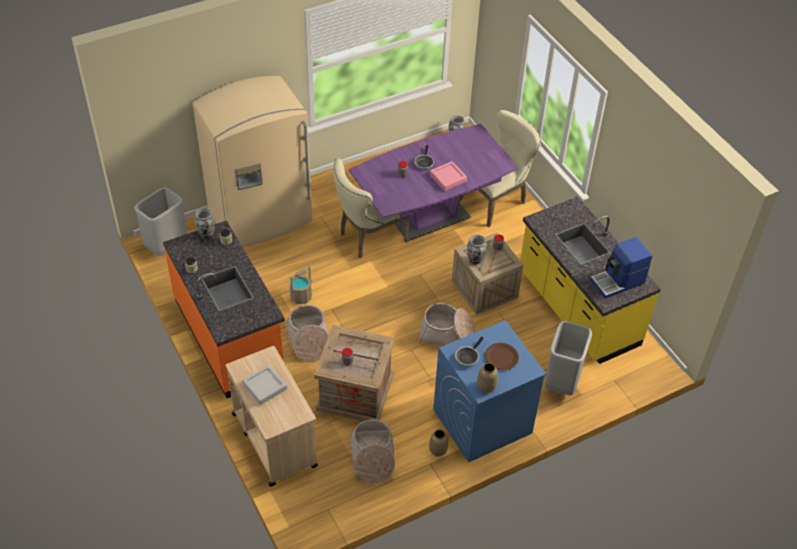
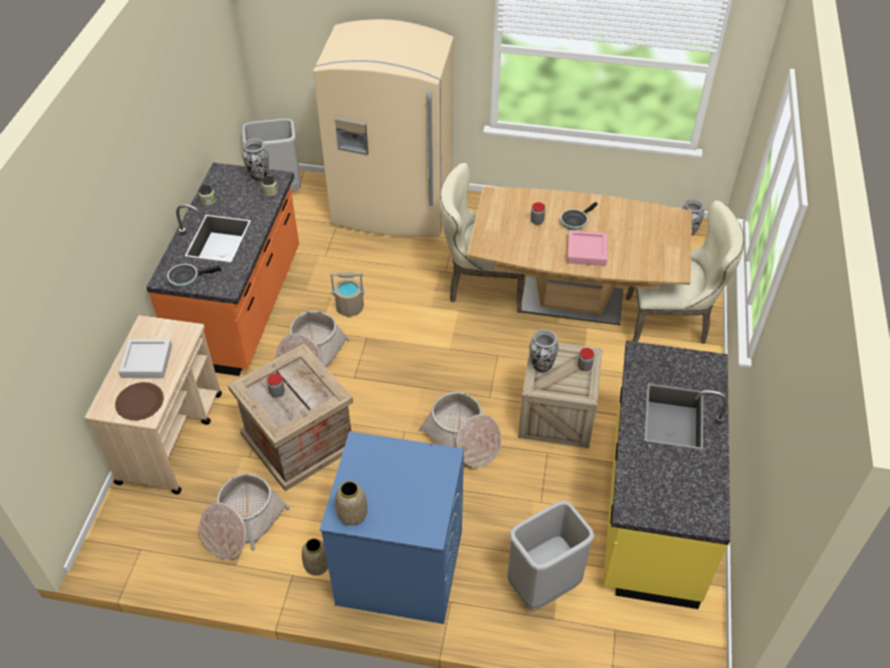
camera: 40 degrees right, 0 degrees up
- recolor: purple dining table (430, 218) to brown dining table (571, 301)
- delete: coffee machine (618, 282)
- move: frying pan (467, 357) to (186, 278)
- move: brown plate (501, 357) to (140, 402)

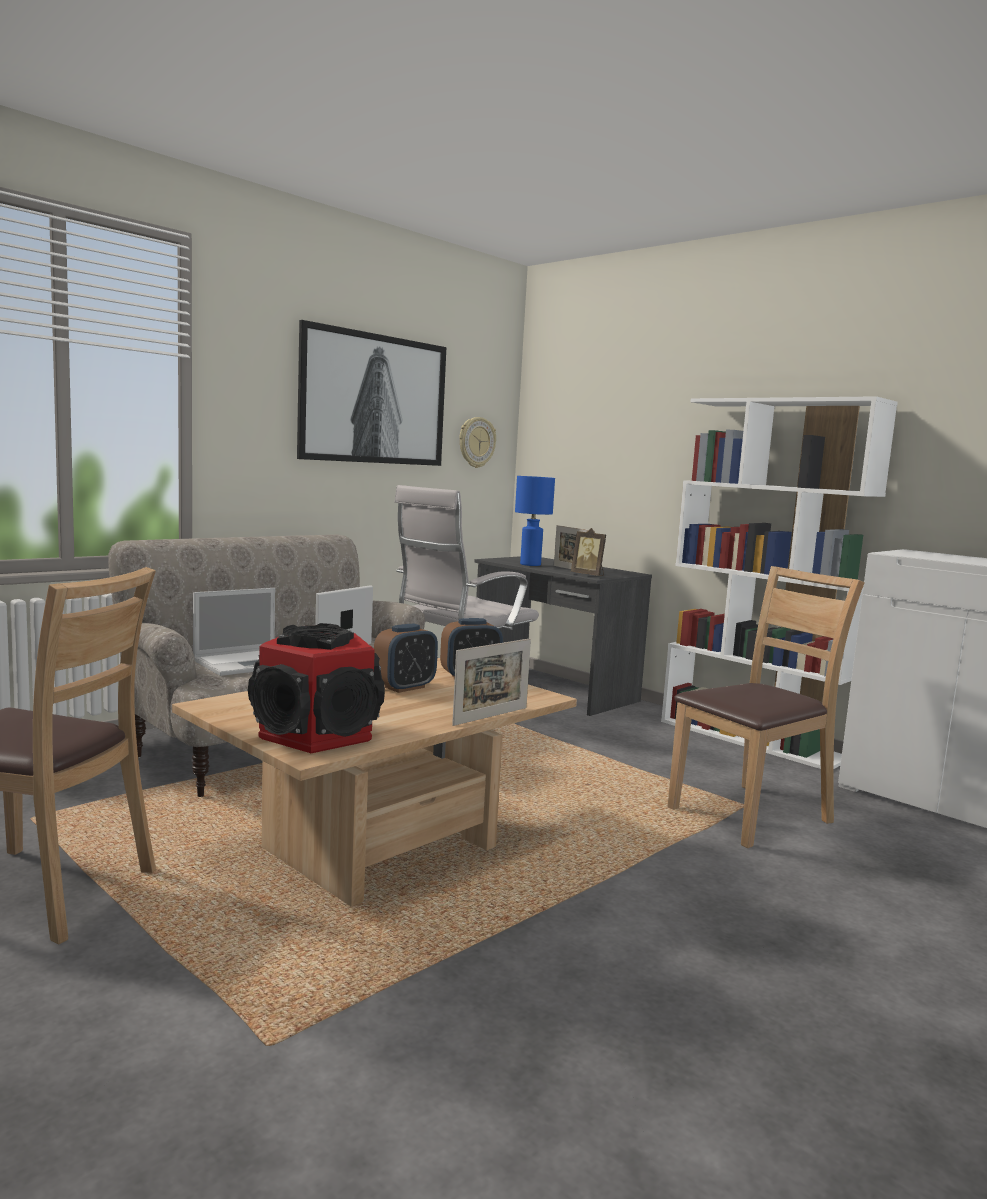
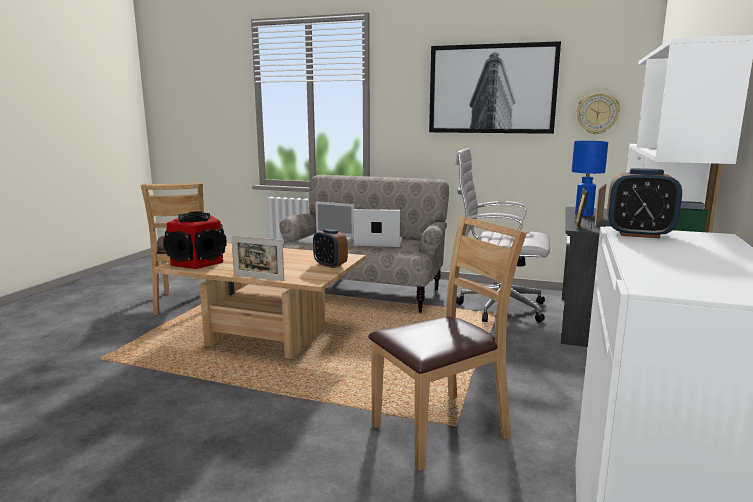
camera: 65 degrees right, 5 degrees up
- rotate: brown chair (750, 814) = (441, 430) 60 degrees counterclockwise
- move: alarm clock (404, 687) to (639, 234)

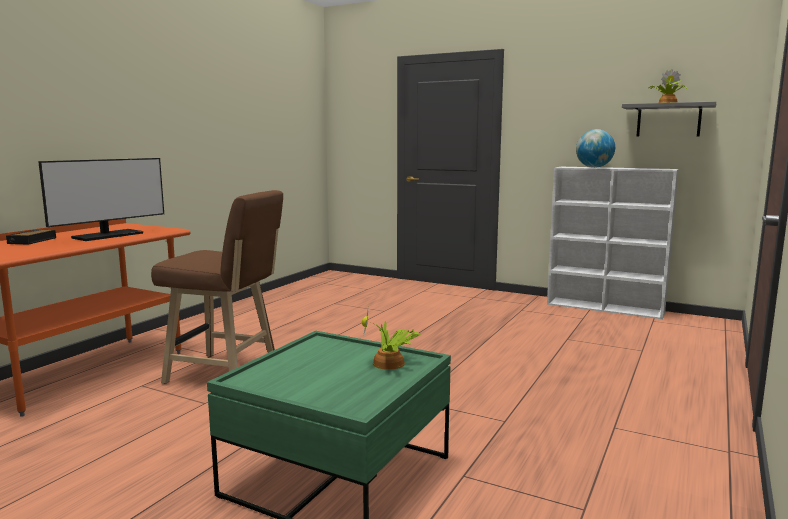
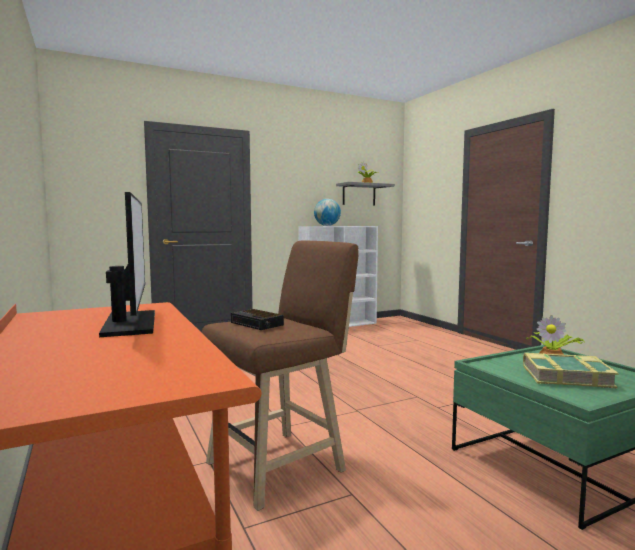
camera: 55 degrees left, 5 degrees down
- move: alarm clock (31, 241) to (257, 324)
- insert: book (566, 376)

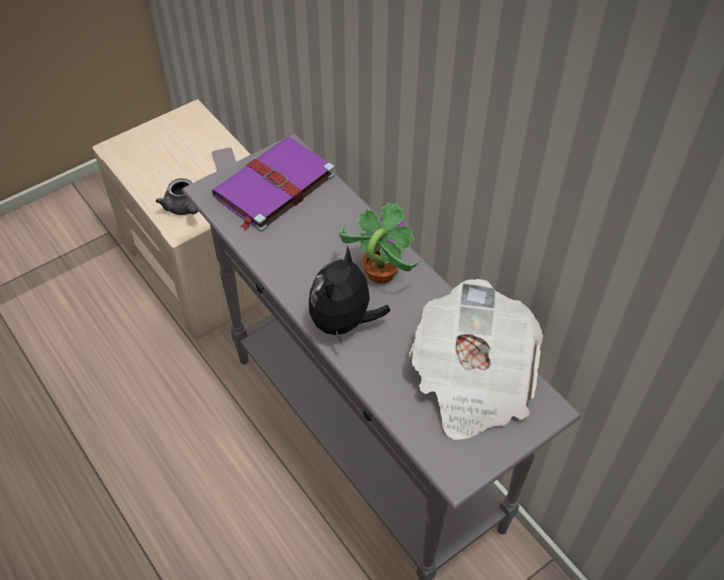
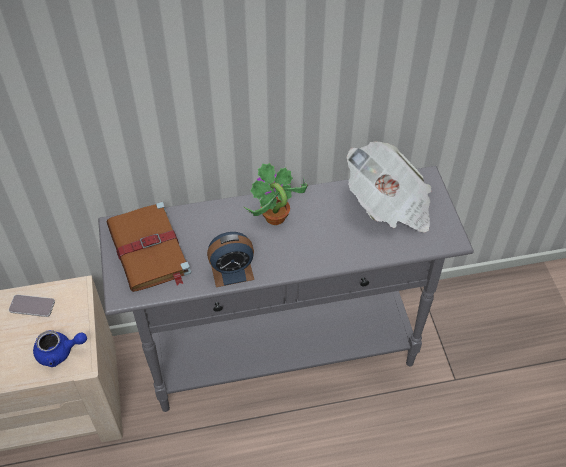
camera: 65 degrees left, 0 degrees up
- recolor: purple book (273, 187) to brown book (149, 250)
- recolor: grey teapot (185, 208) to blue teapot (59, 352)
- delete: plush toy (344, 323)
- insert: alarm clock (232, 271)

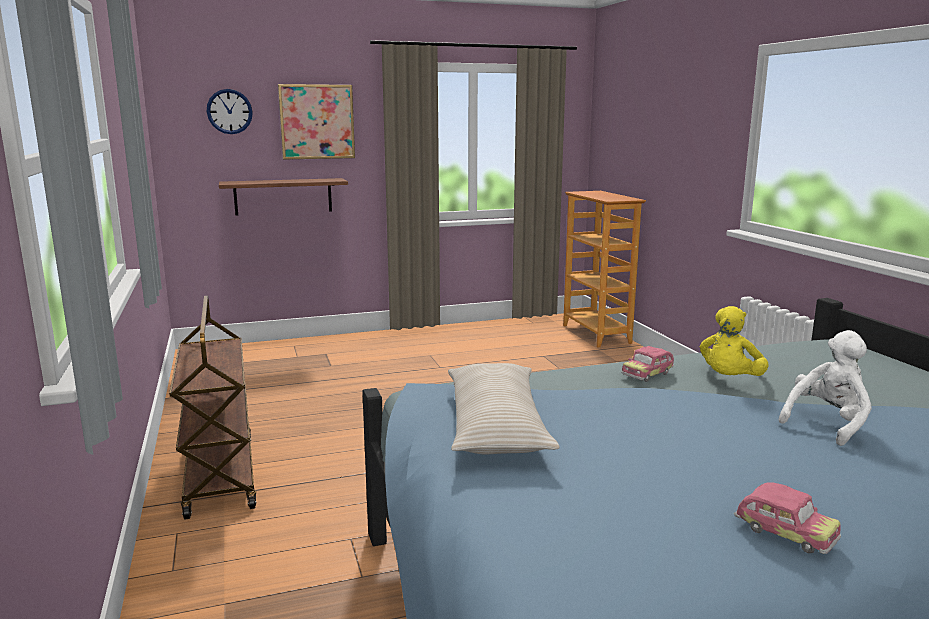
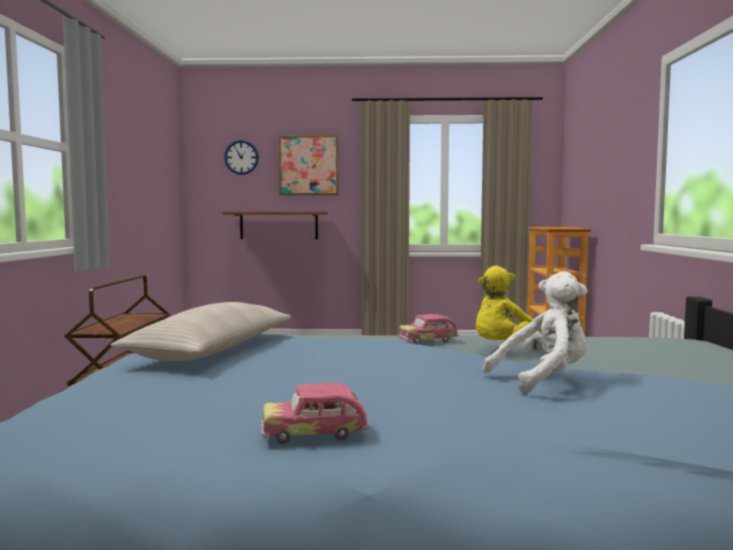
camera: 20 degrees right, 10 degrees down
- rotate: toy car (785, 533) = (314, 434) 105 degrees clockwise

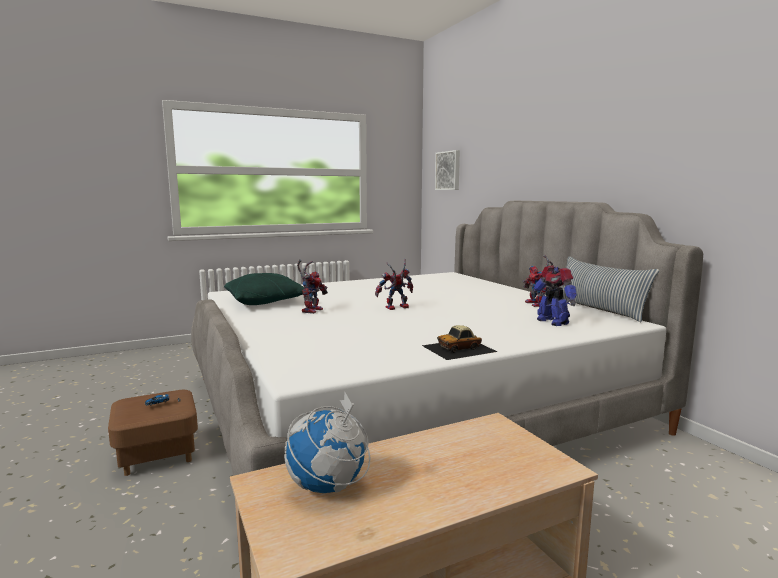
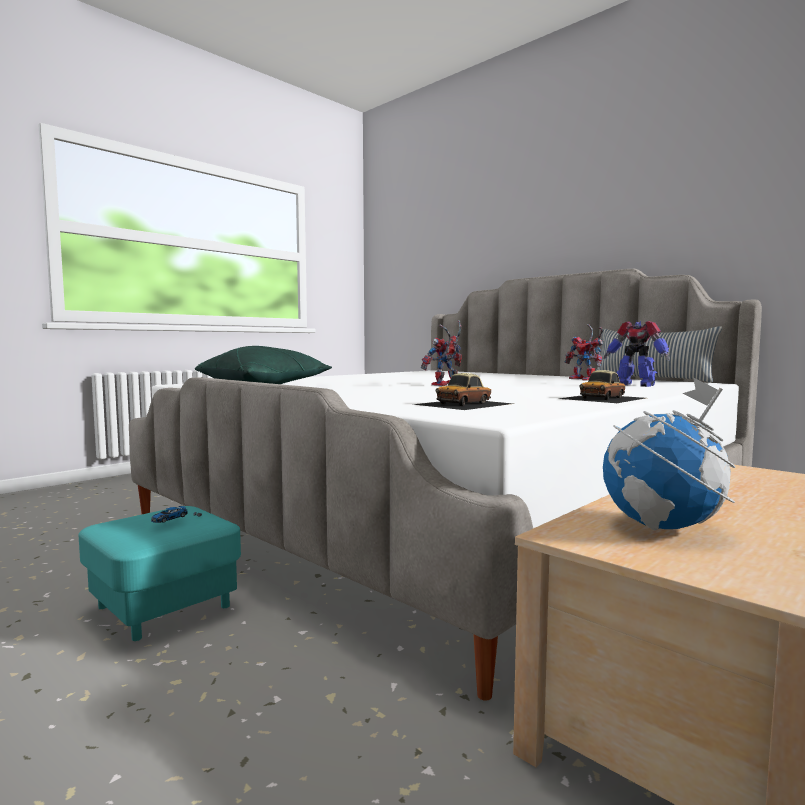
camera: 20 degrees left, 5 degrees down
- delete: picture (448, 170)
- delete: toy robot (311, 310)
- recolor: brown ottoman (157, 454) to turquoise ottoman (164, 607)
- insert: toy car (464, 404)

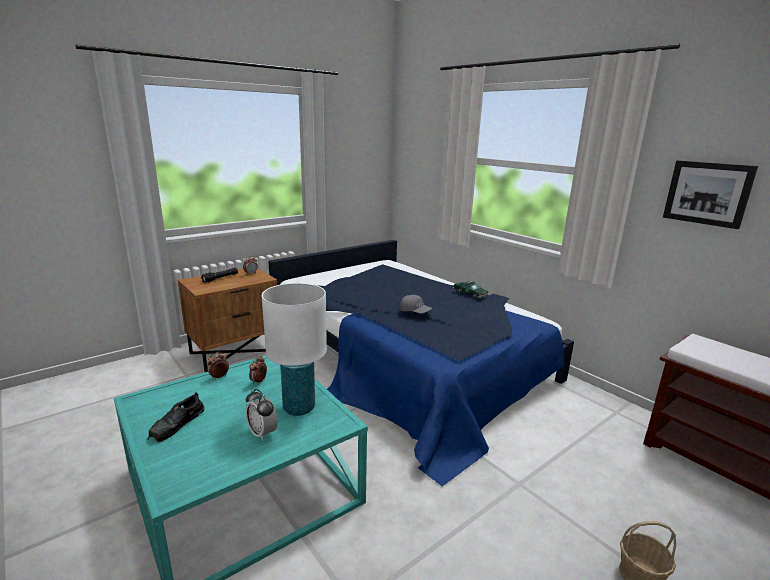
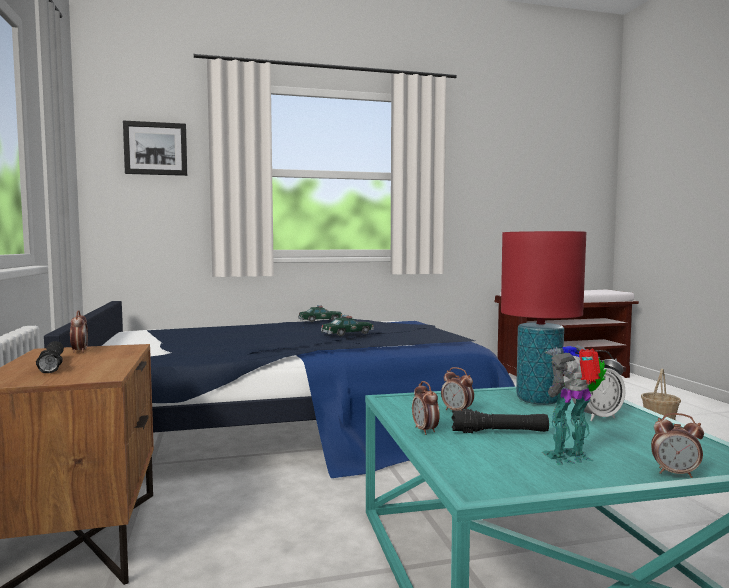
camera: 65 degrees left, 15 degrees down
- move: picture (707, 193) to (156, 149)
- recolor: white table lamp (299, 408) to red table lamp (538, 400)
- replace: grey cap (415, 311) to toy car (347, 334)
- replace: black shoe (177, 424) to toy robot (571, 458)
- insert: black flashlight (499, 432)
- insert: alarm clock (675, 473)

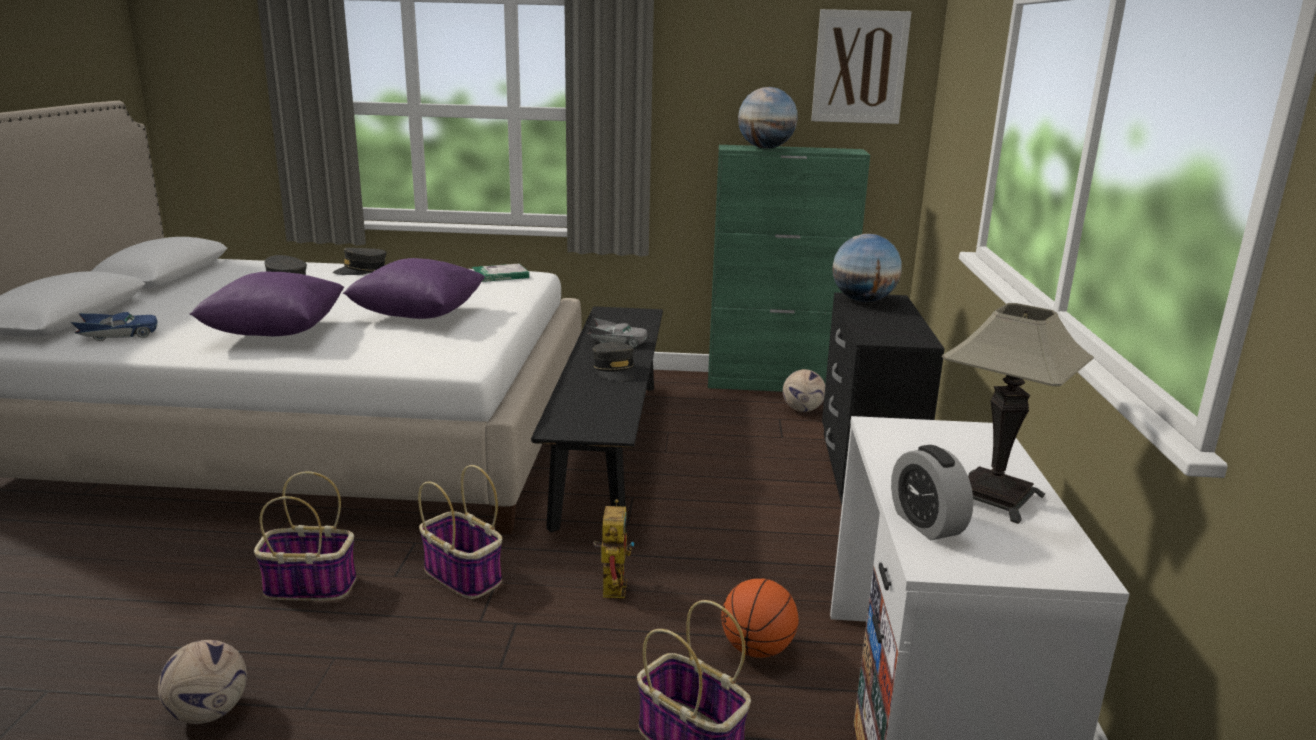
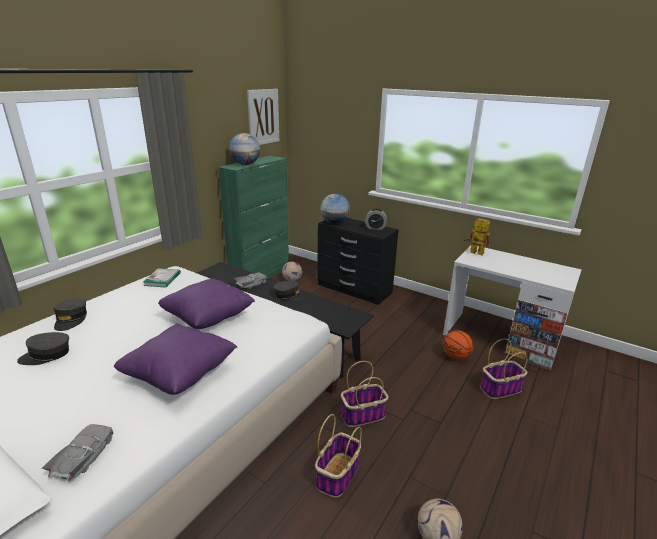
camera: 60 degrees left, 5 degrees up
- delete: table lamp (993, 496)
- recolor: blue toy car (119, 335) to grey toy car (84, 457)
- move: alarm clock (926, 524) to (375, 228)
- move: toy robot (612, 584) to (473, 252)

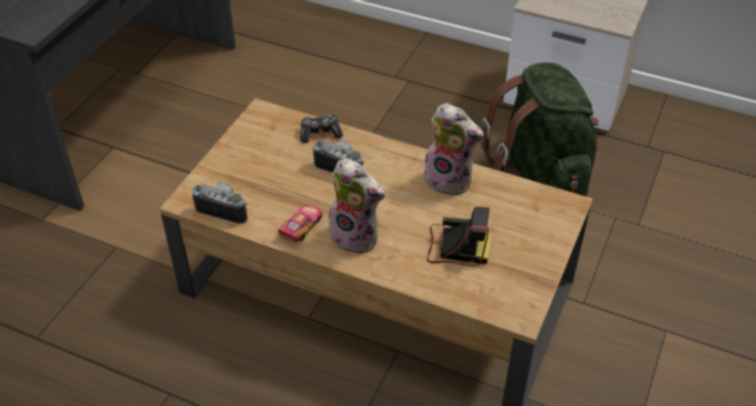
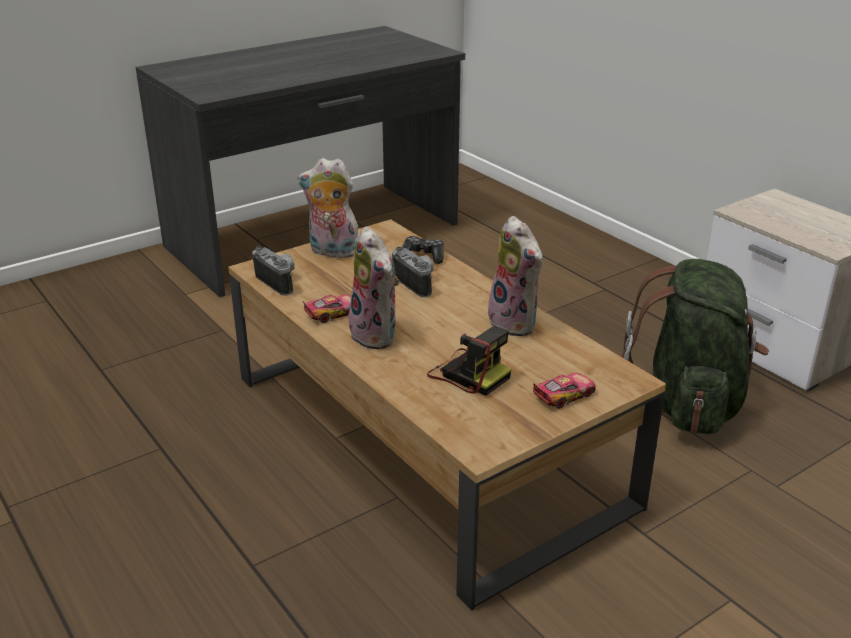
camera: 30 degrees right, 15 degrees down
- insert: plush toy (332, 252)
- insert: toy car (565, 396)

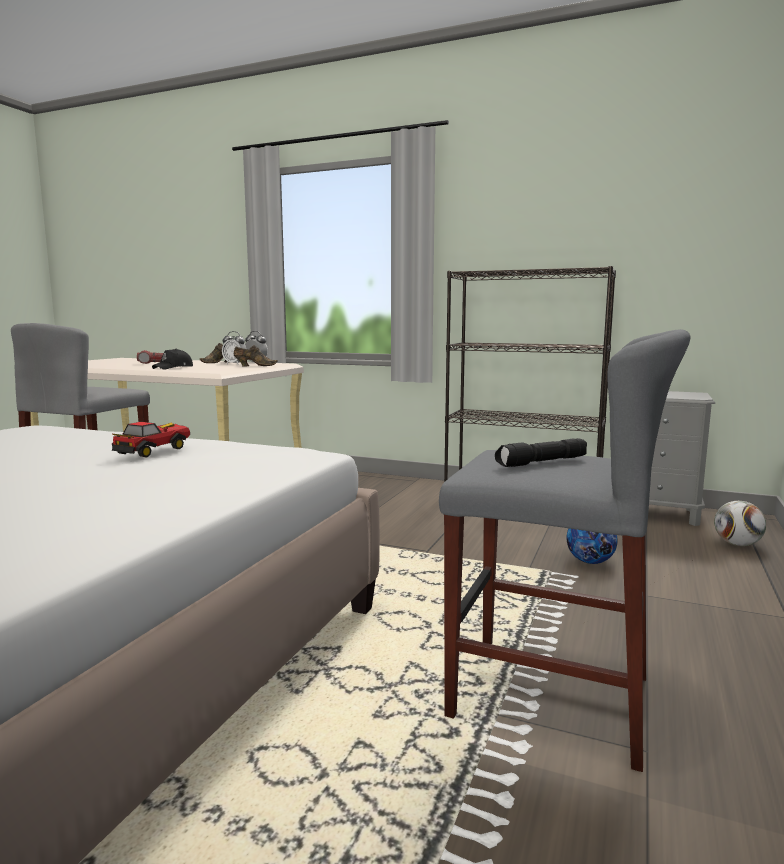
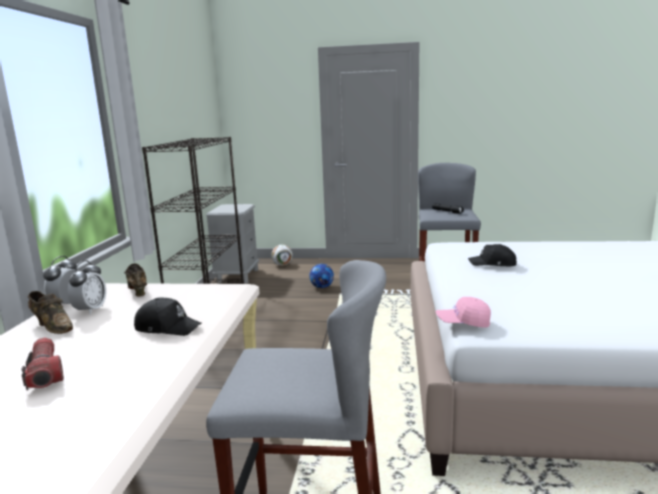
camera: 105 degrees left, 5 degrees up
- replace: toy car (153, 450) to black cap (493, 263)
- insert: pink cap (463, 323)

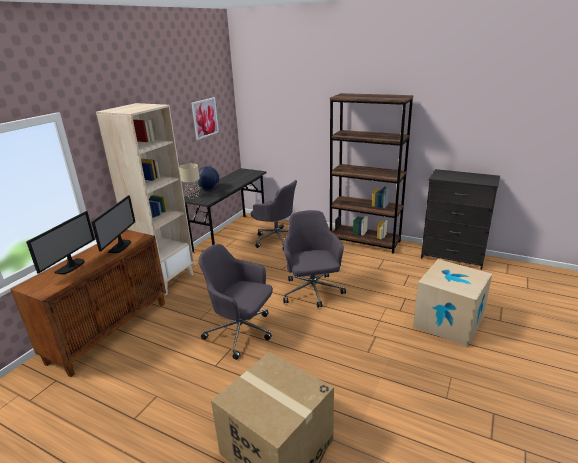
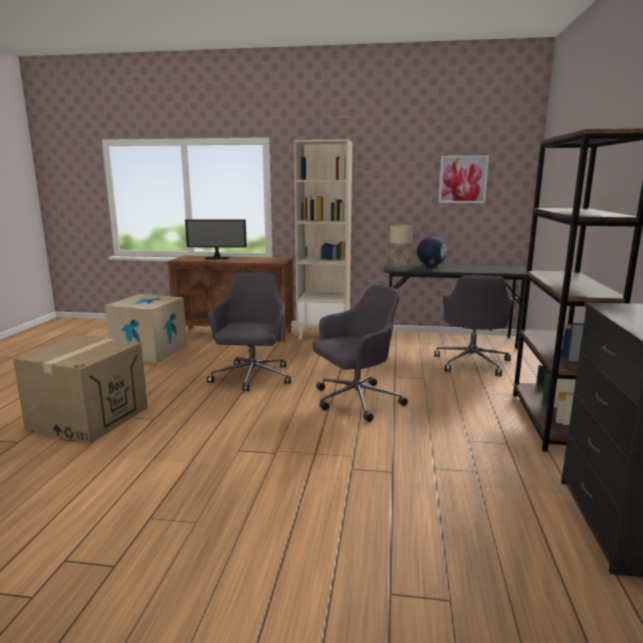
camera: 70 degrees right, 10 degrees down
- delete: monitor (121, 246)
- move: cardboard box (448, 322) to (150, 351)

